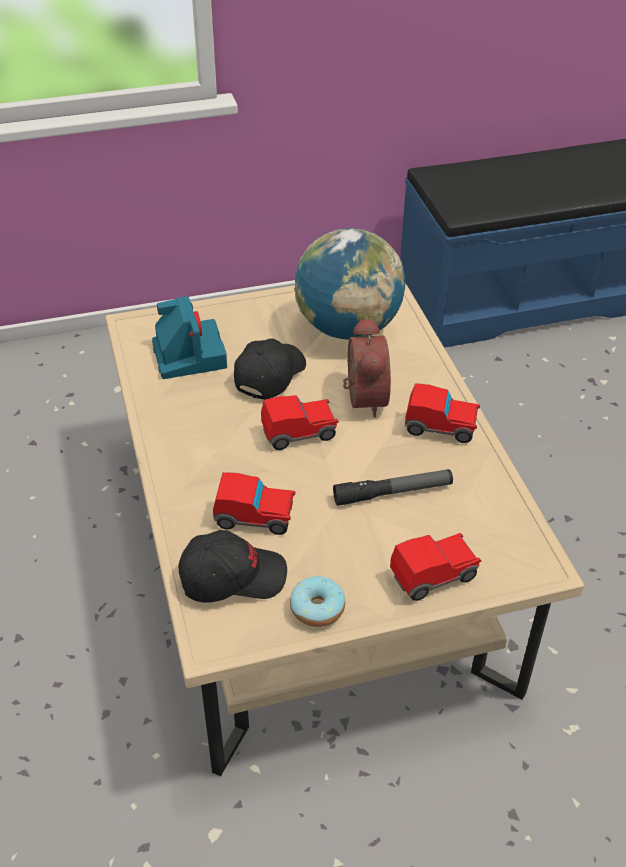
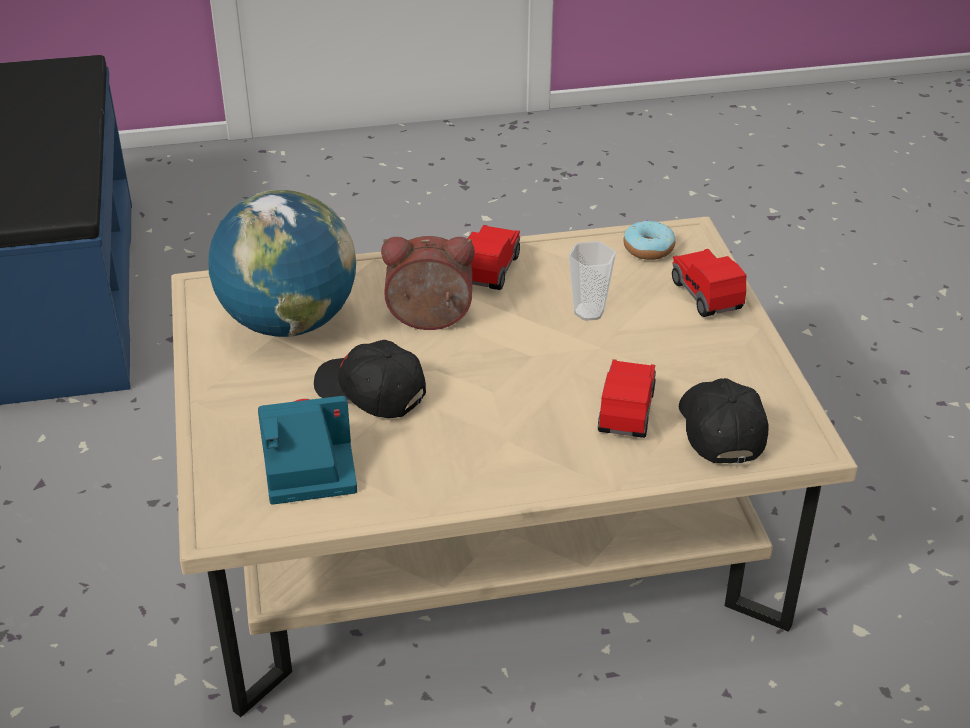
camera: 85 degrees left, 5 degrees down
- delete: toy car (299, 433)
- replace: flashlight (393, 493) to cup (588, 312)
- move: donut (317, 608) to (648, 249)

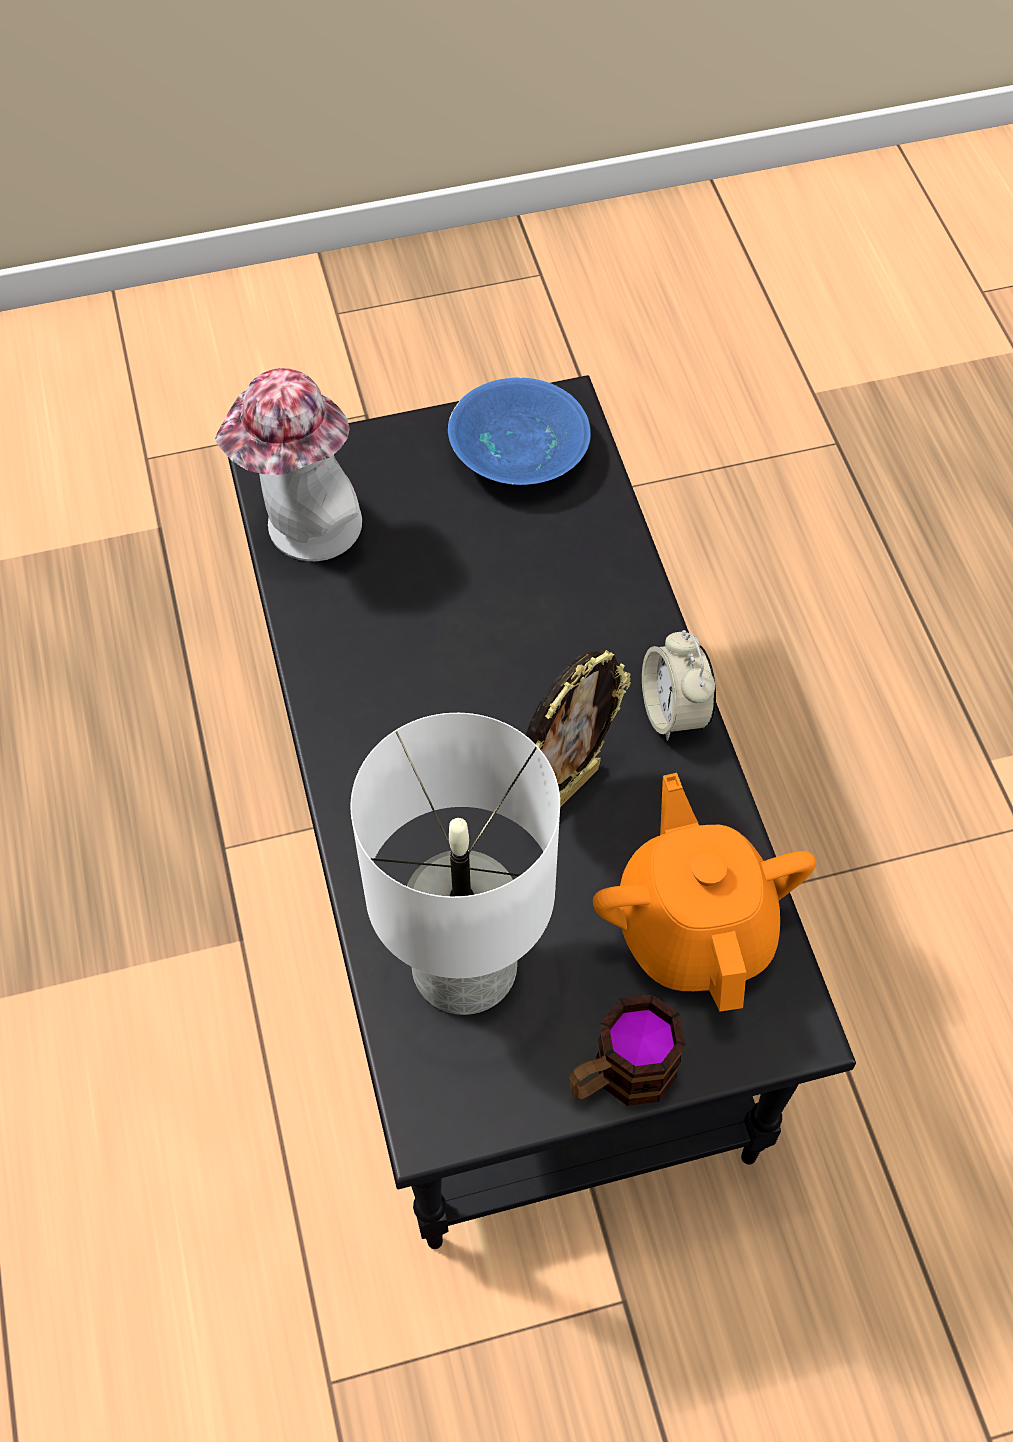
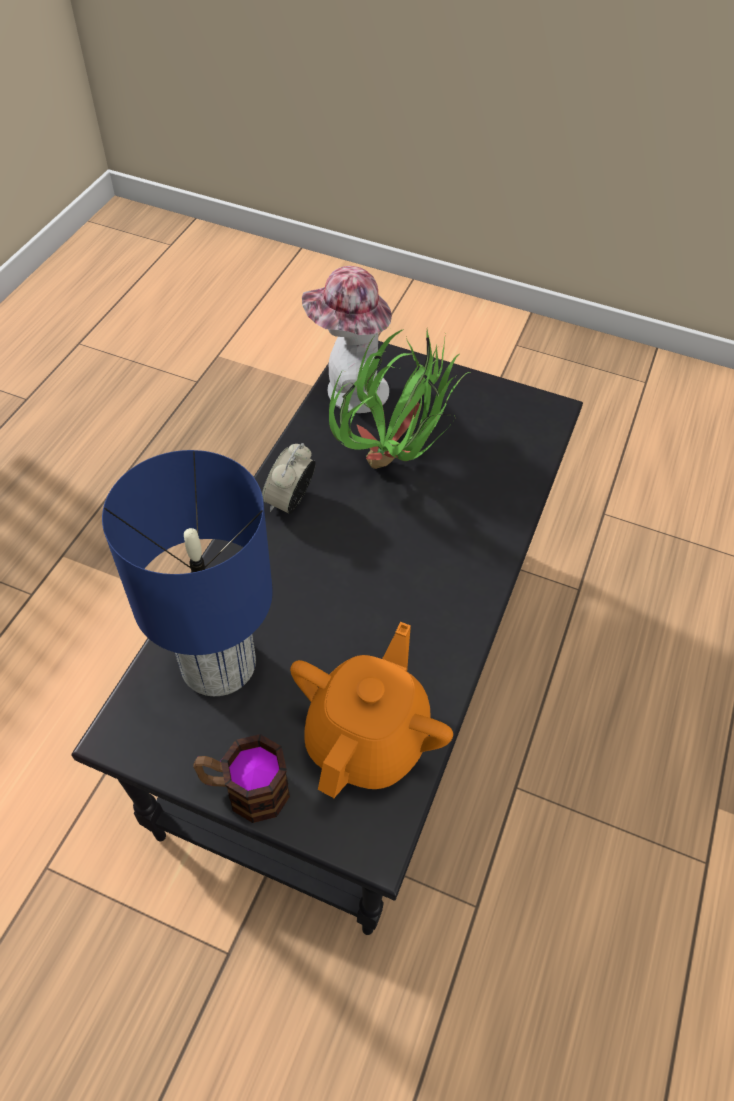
camera: 35 degrees right, 5 degrees down
- delete: blue bowl (516, 448)
- move: alarm clock (674, 712) to (290, 501)
- delete: picture frame (567, 791)
- recolor: white table lamp (465, 963) to blue table lamp (220, 662)
- insert: potted plant (396, 463)

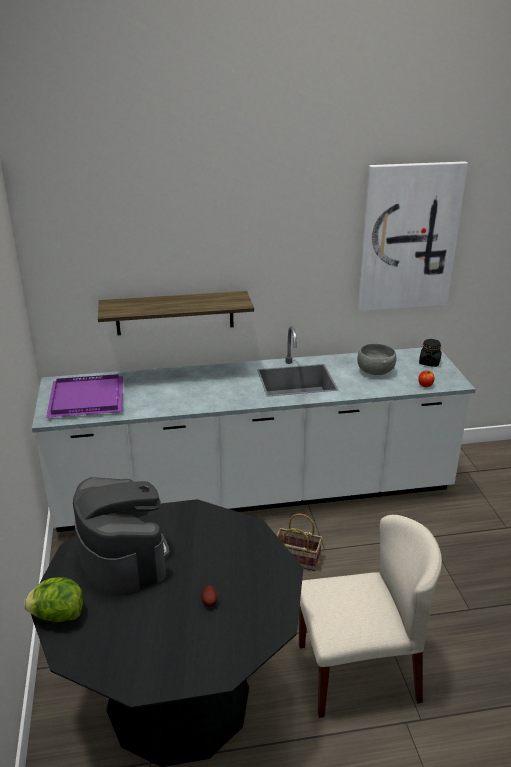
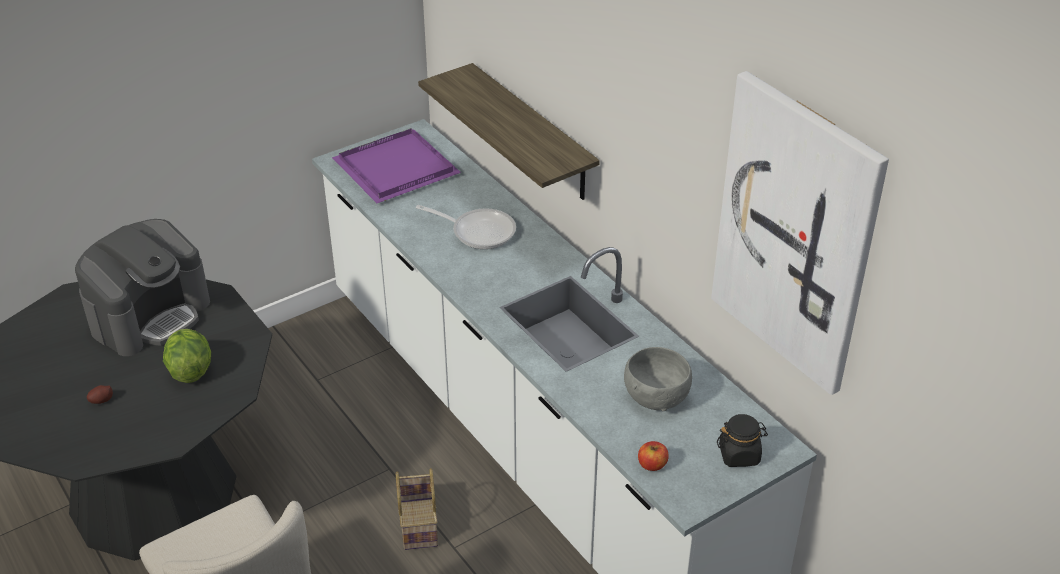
camera: 65 degrees right, 10 degrees up
- move: lettuce (58, 615) to (190, 370)
- insert: frying pan (478, 231)

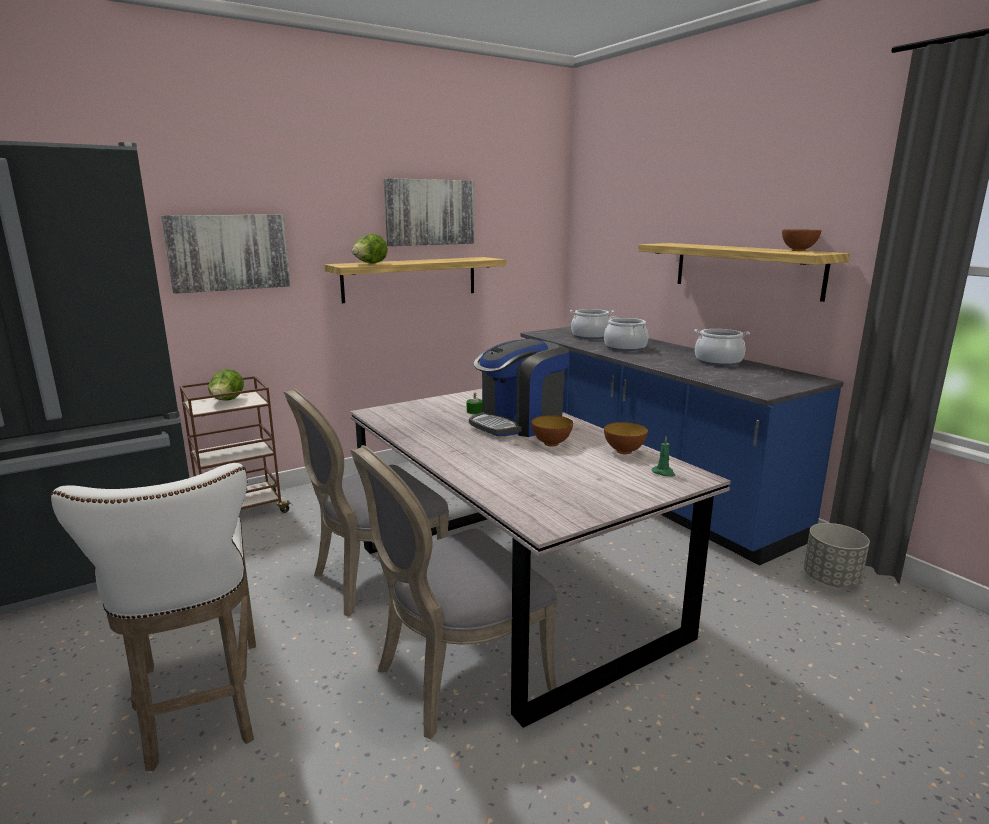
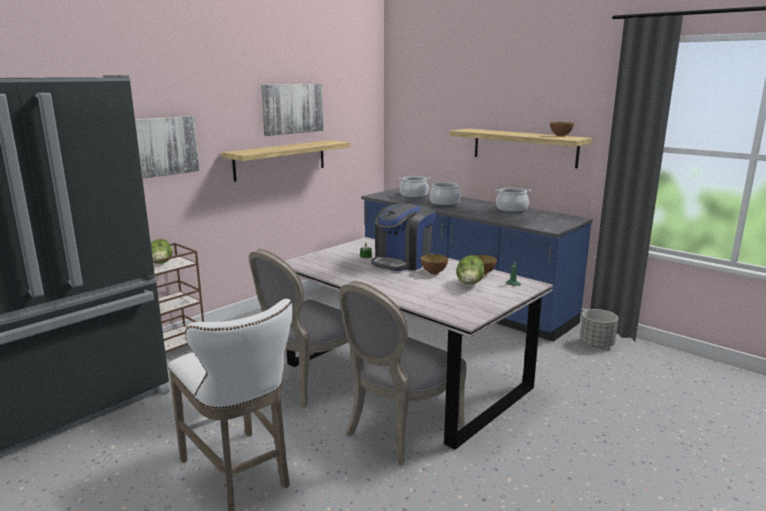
camera: 15 degrees left, 0 degrees up
- move: lettuce (370, 264) to (469, 285)

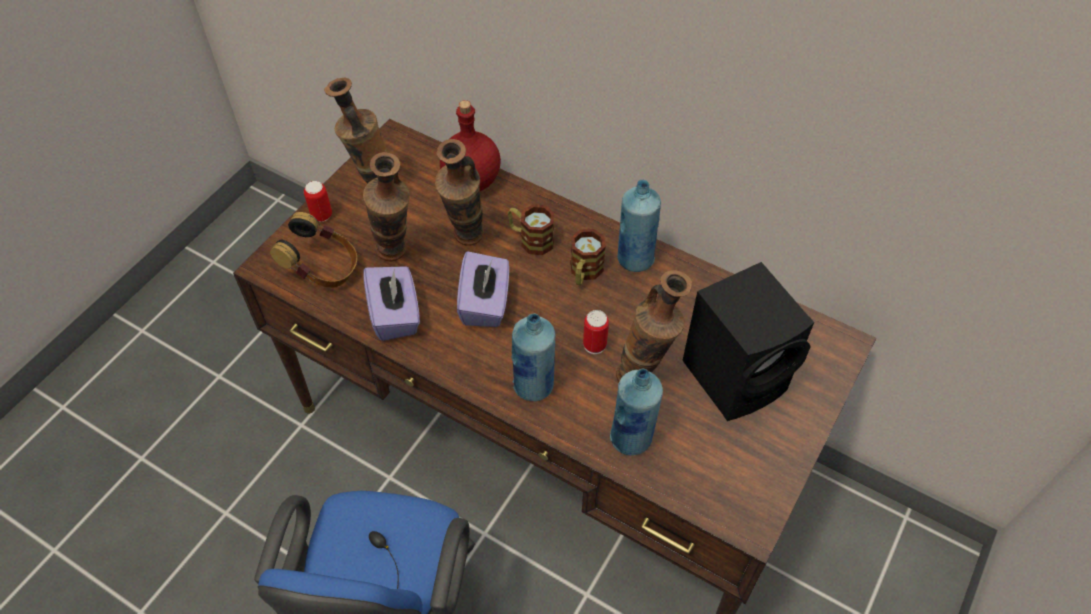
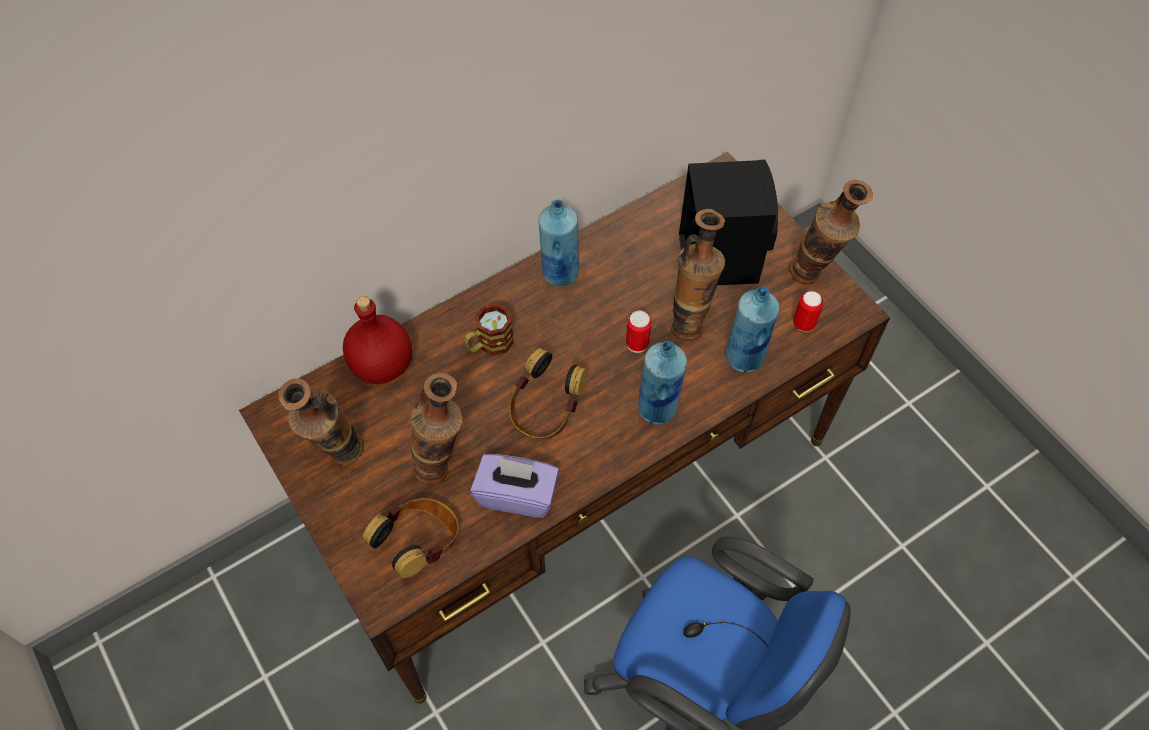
camera: 65 degrees left, 5 degrees up
- move: vase (466, 242) to (813, 278)
- move: can (321, 215) to (803, 323)
- delete: mug (584, 272)
- replace: purple tissue box (485, 304) to headphones (545, 412)

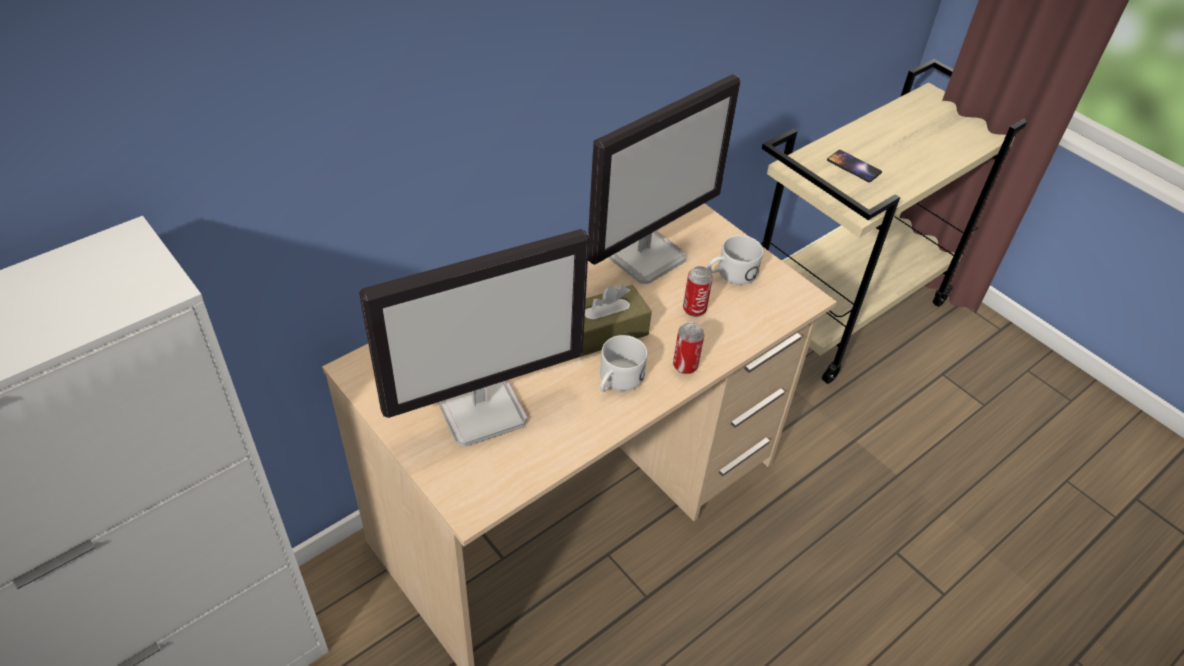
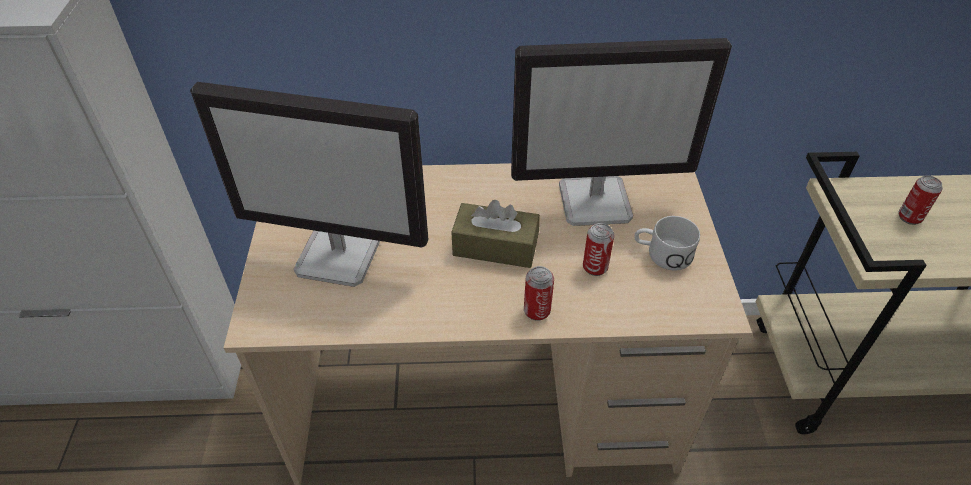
camera: 40 degrees right, 0 degrees up
- replace: phone (853, 166) to can (909, 217)
- delete: white mug (617, 381)

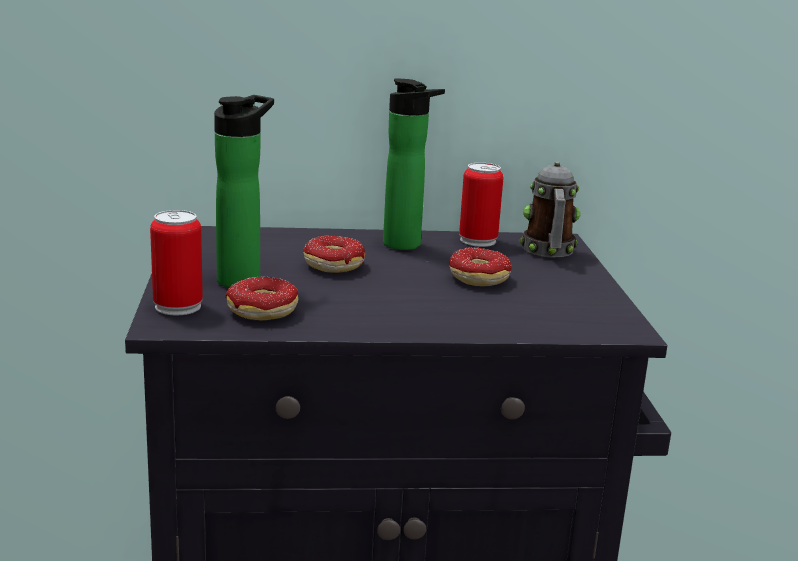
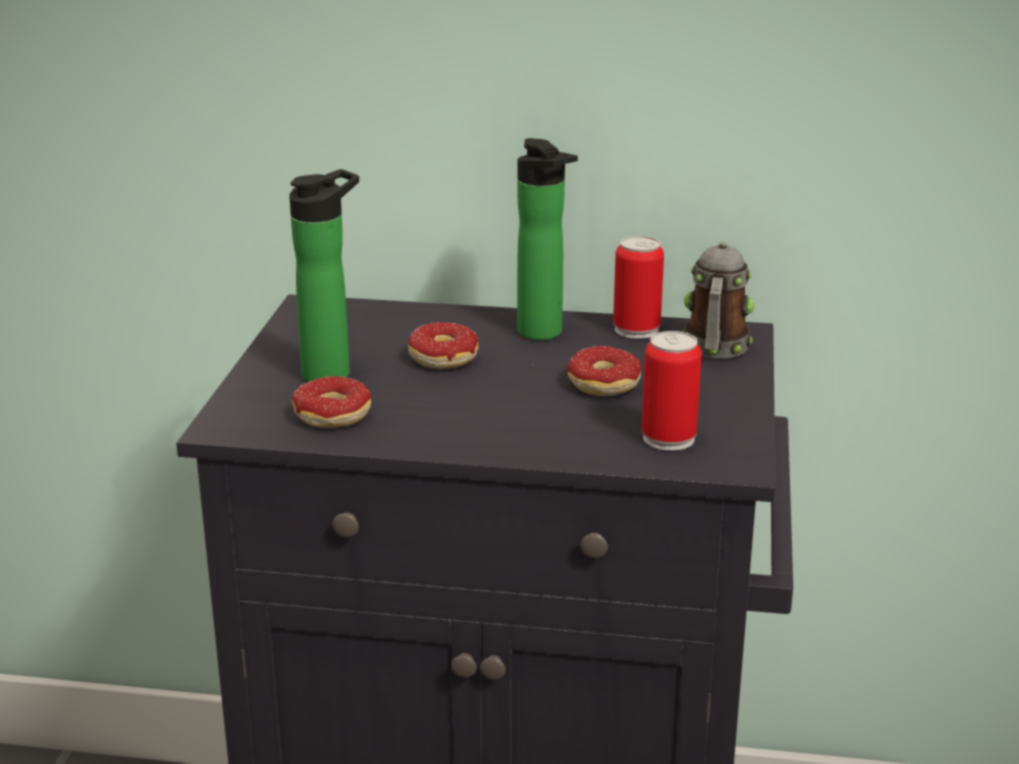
camera: 15 degrees right, 5 degrees up
- move: can (178, 306) to (668, 438)

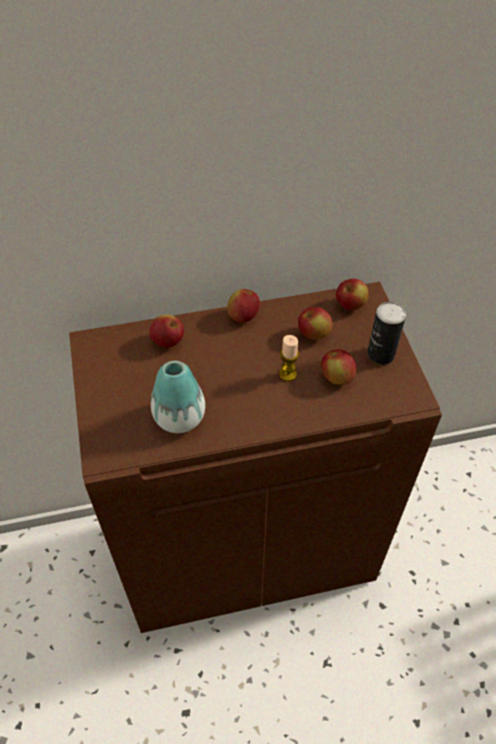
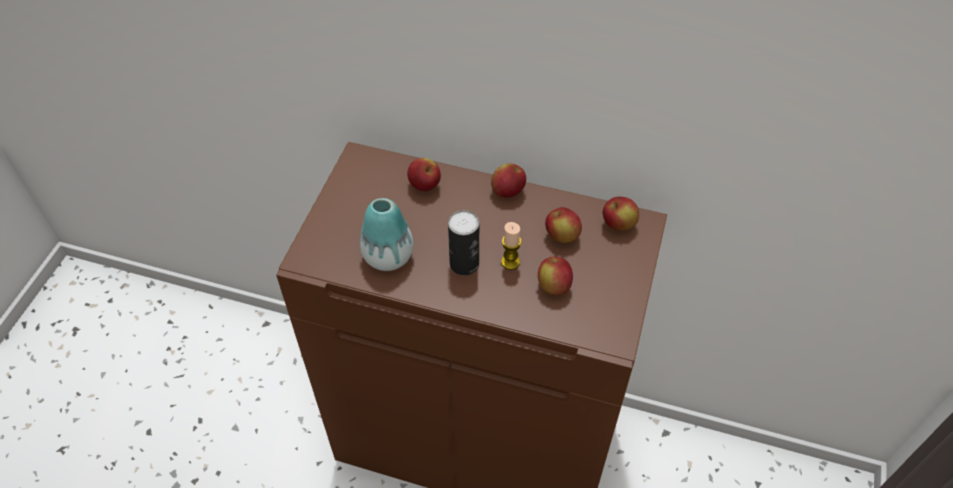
camera: 30 degrees right, 0 degrees up
- move: can (381, 354) to (464, 264)

